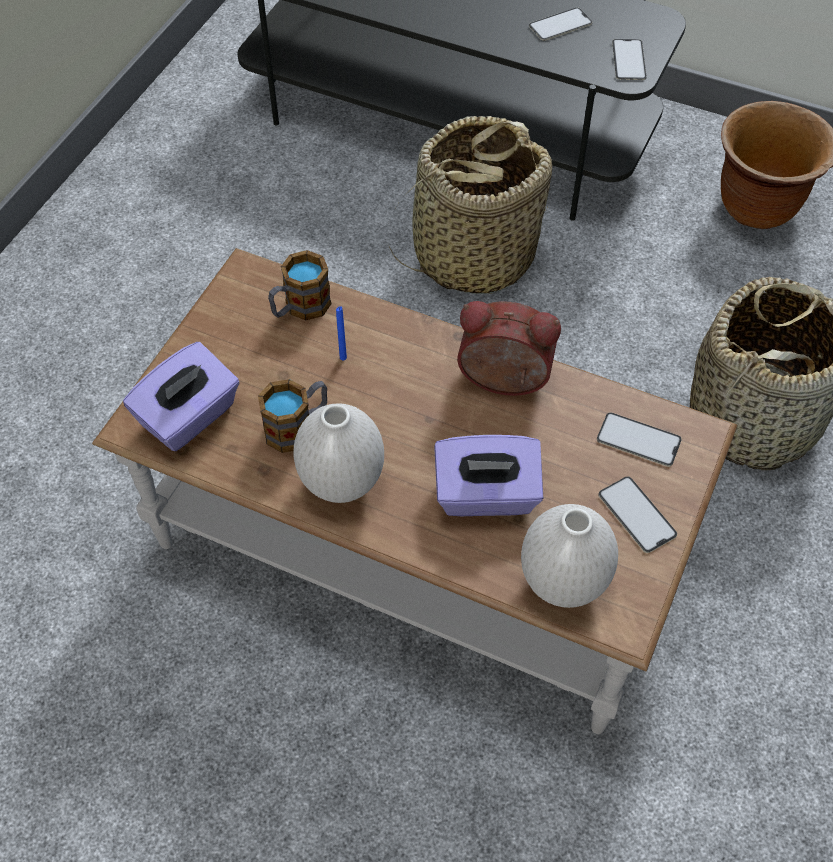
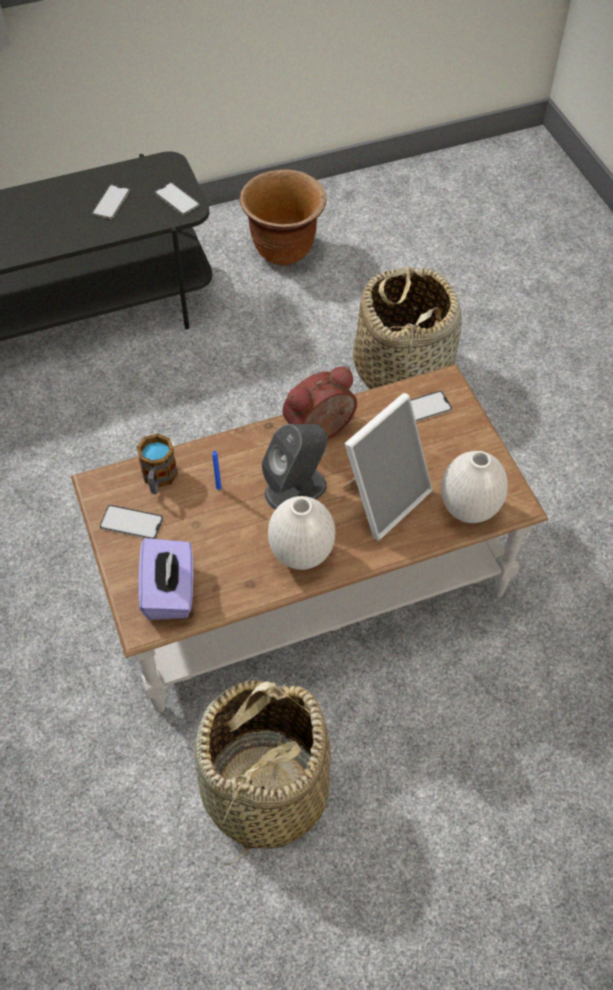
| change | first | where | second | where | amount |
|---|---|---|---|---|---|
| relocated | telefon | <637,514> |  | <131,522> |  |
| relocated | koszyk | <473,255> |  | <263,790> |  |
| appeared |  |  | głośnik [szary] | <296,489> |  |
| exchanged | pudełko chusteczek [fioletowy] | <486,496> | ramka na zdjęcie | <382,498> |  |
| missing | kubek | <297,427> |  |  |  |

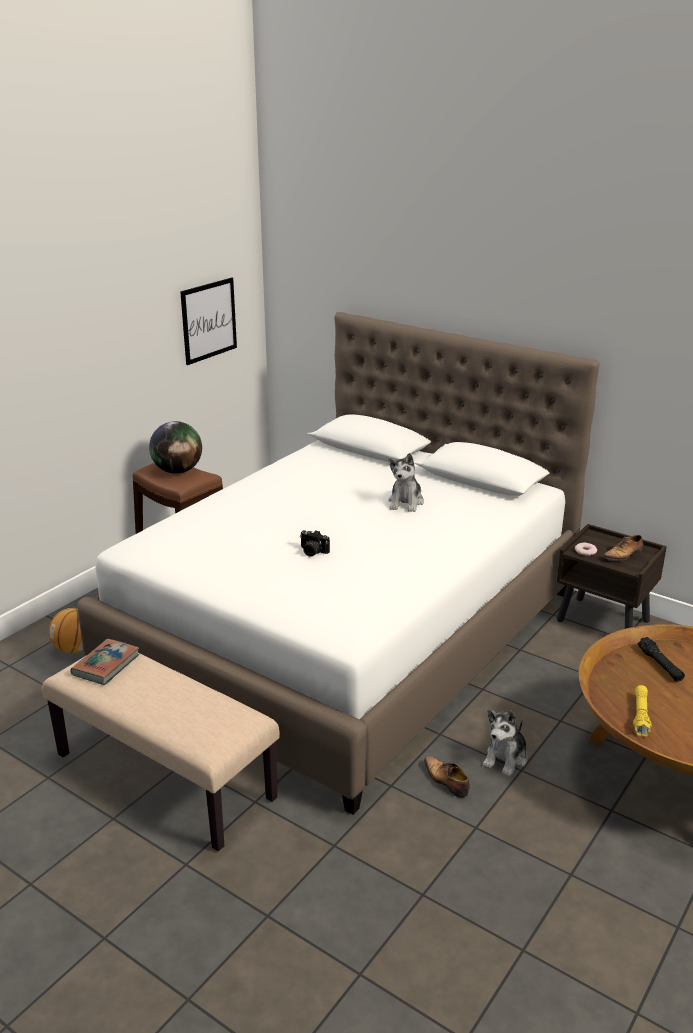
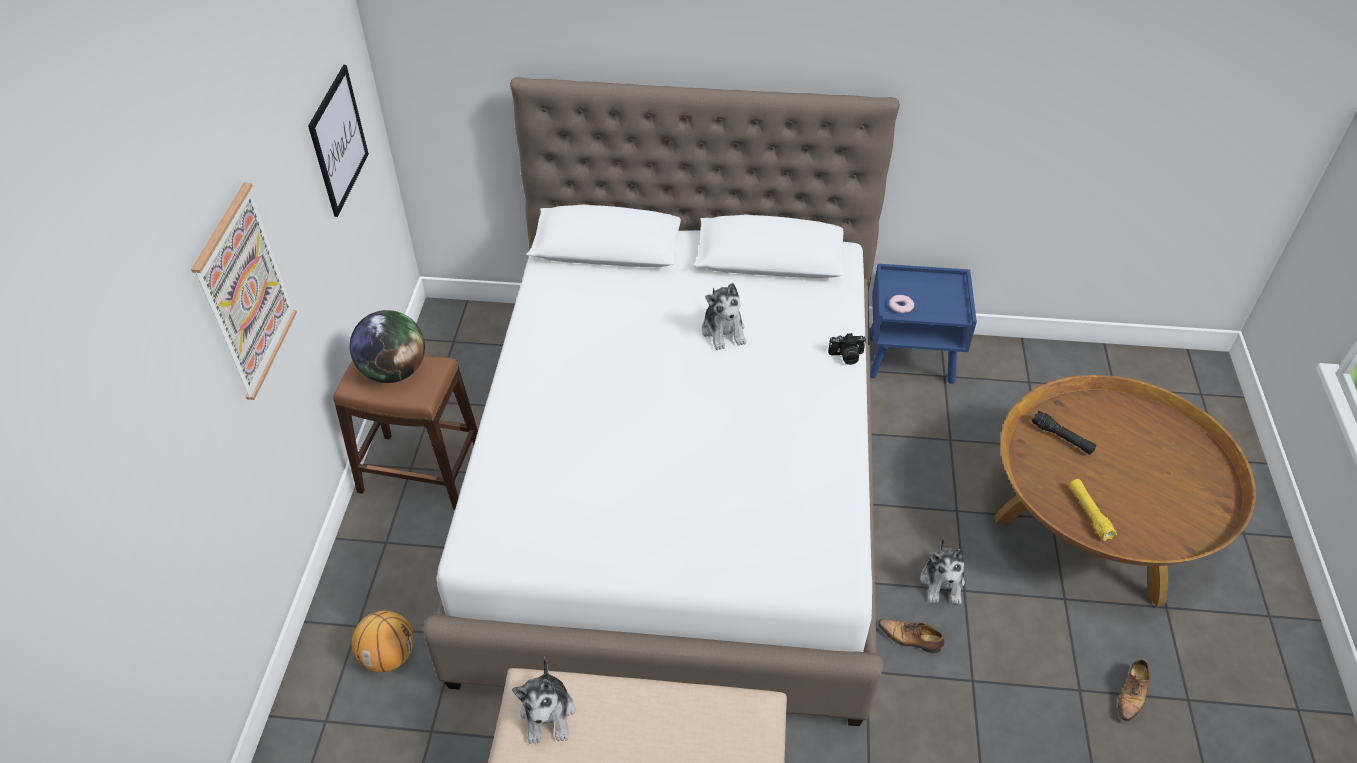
| change | first | where | second | where | amount |
|---|---|---|---|---|---|
| appeared |  |  | obraz | <245,292> |  |
| exchanged | książka | <106,665> | pluszak | <548,713> |  |
| relocated | aparat fotograficzny | <312,552> |  | <846,356> |  |
| colour | szafka nocna [brązowy] | <604,621> | szafka nocna [niebieski] | <911,359> |  |
| relocated | but | <623,555> |  | <1131,694> |  |

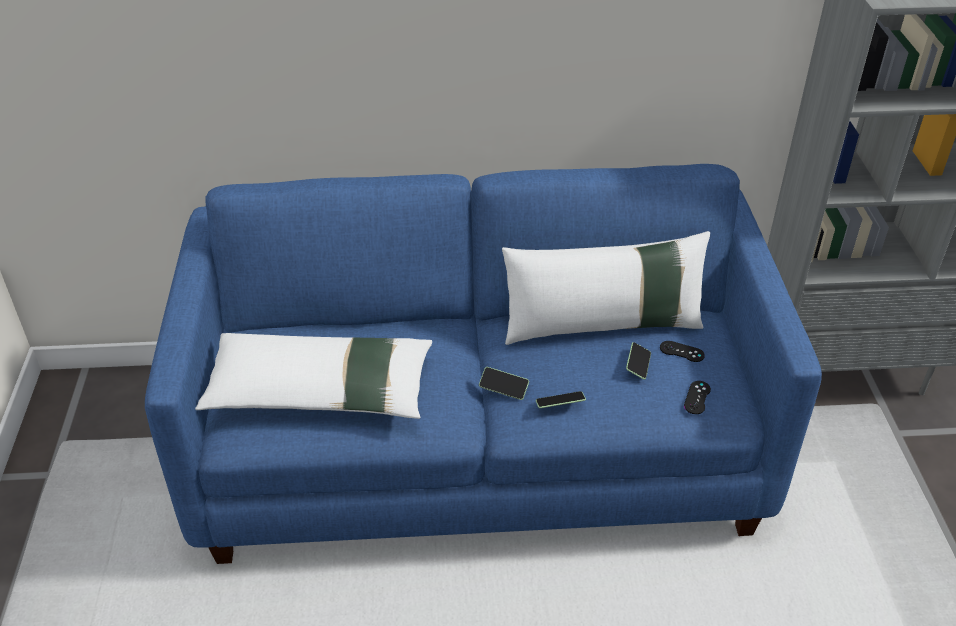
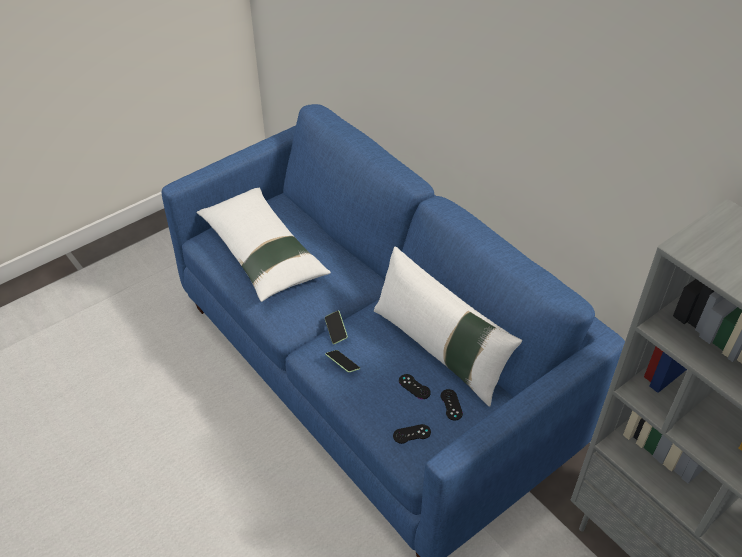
| change | first | where | second | where | amount |
|---|---|---|---|---|---|
| exchanged | telefon | <638,365> | pad do gier [czarny] | <414,386> |  |

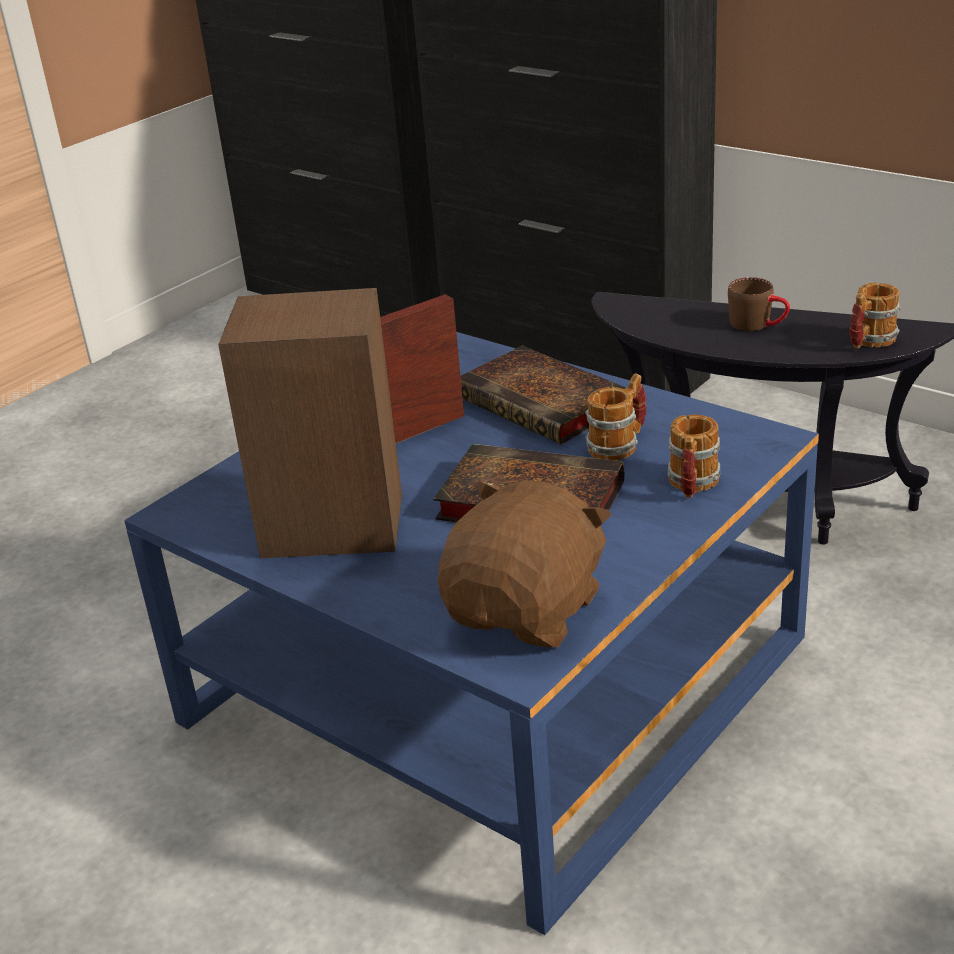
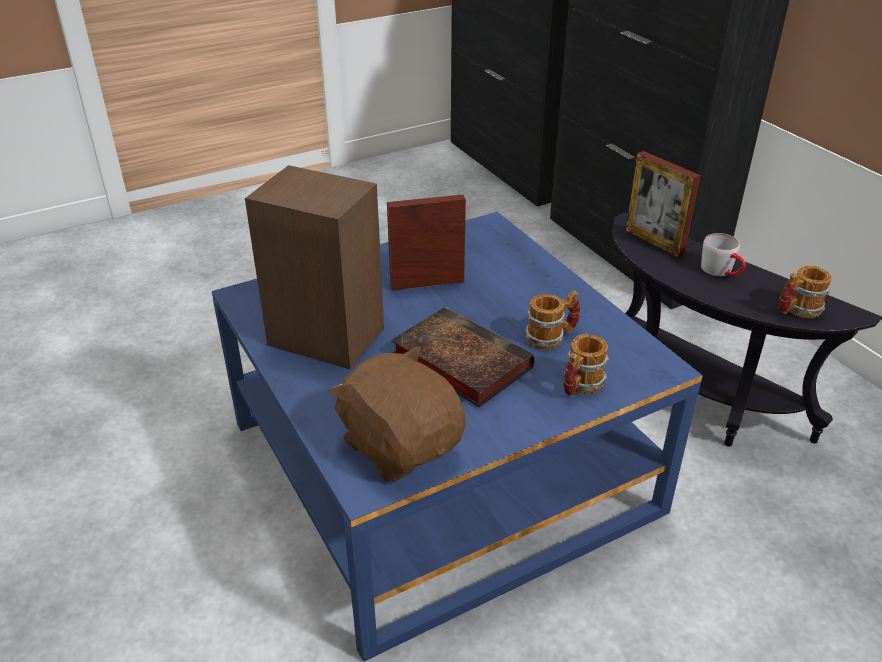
| change | first | where | second | where | amount |
|---|---|---|---|---|---|
| spun | pluszak [brązowy] | <528,610> |  | <401,445> | 90 degrees counterclockwise |
| appeared |  |  | ramka na zdjęcie | <654,242> |  |
| colour | kubek [brązowy] | <758,325> | kubek [szary] | <722,272> |  |
| missing | książka | <545,404> |  |  |  |

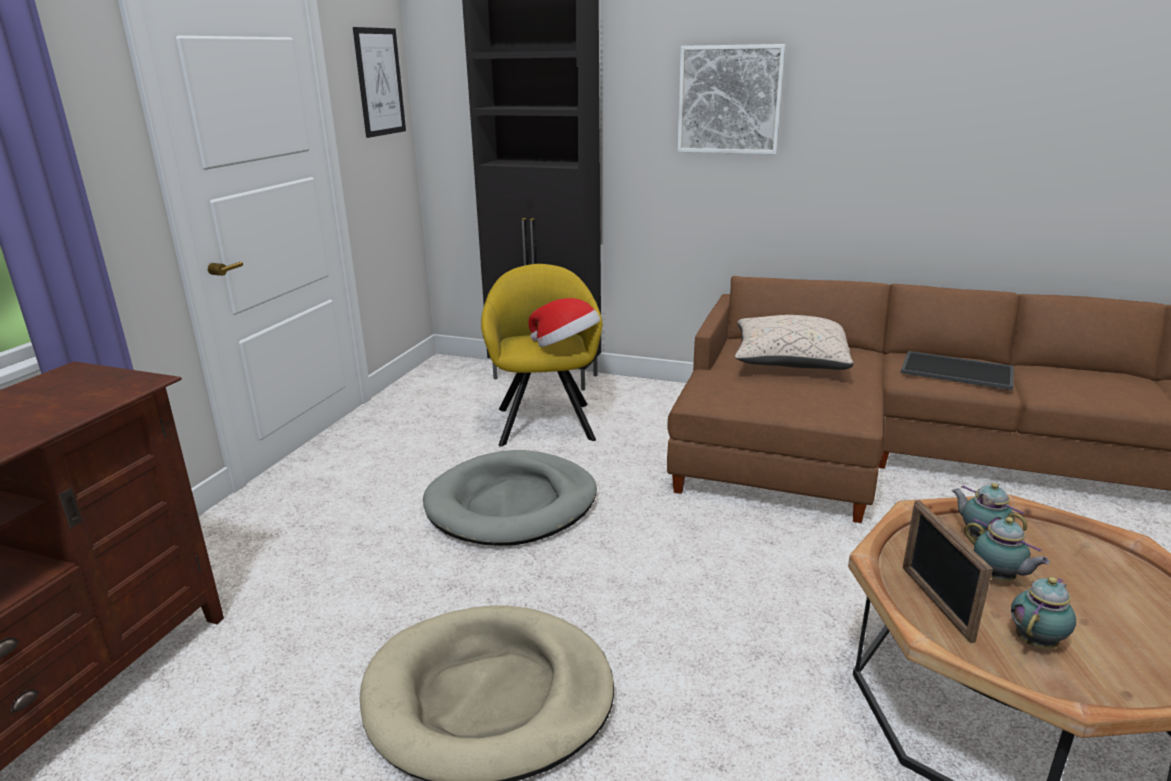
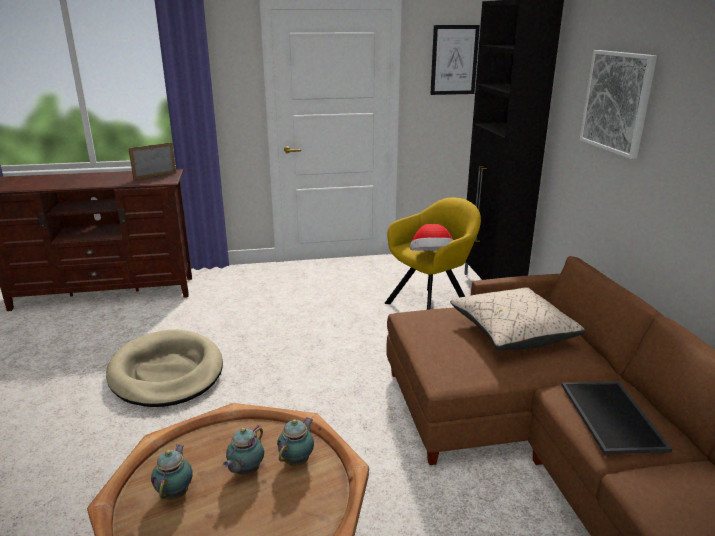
| change | first | where | second | where | amount |
|---|---|---|---|---|---|
| relocated | ramka na zdjęcie | <935,602> |  | <155,176> |  |
| spun | imbryk | <1037,641> |  | <176,492> | 105 degrees counterclockwise |
| missing | legowisko [szary] | <512,504> |  |  |  |

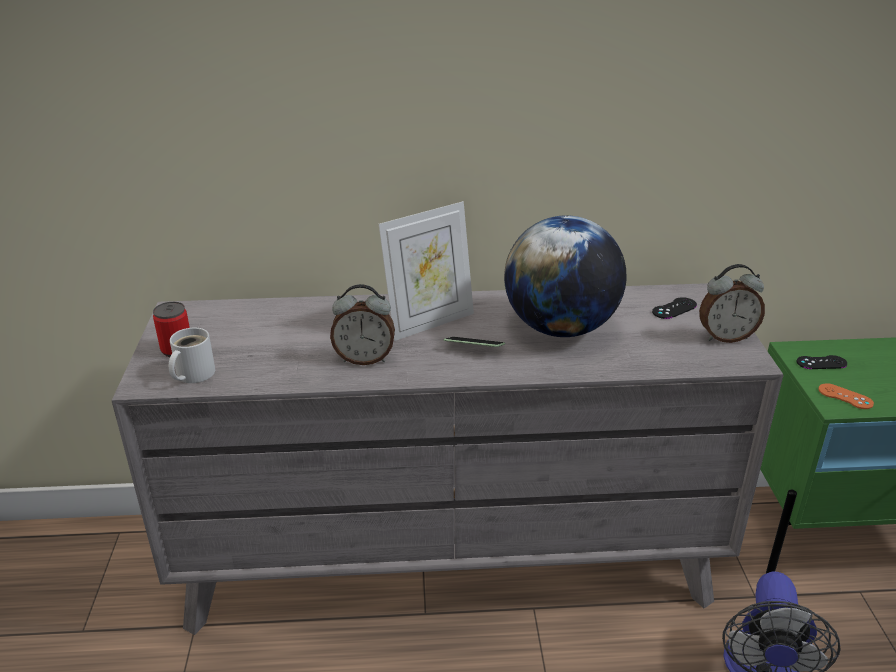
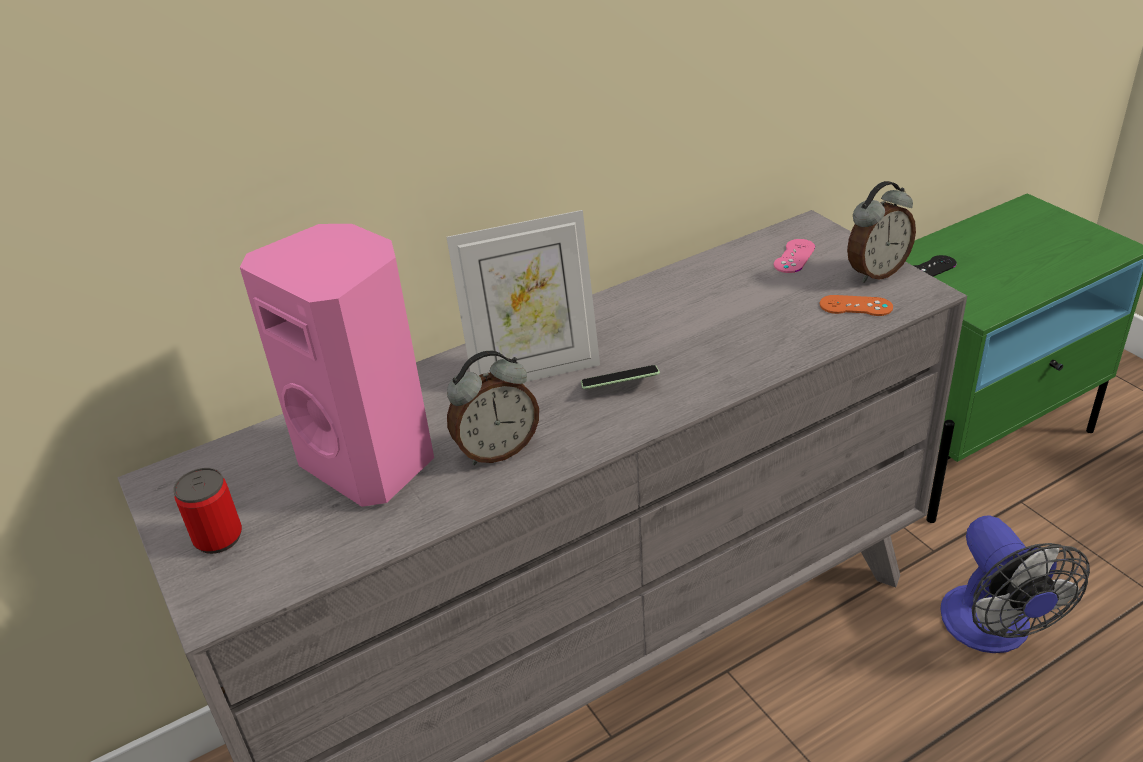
| change | first | where | second | where | amount |
|---|---|---|---|---|---|
| appeared |  |  | głośnik [różowy] | <373,461> |  |
| spun | ramka na zdjęcie | <429,322> |  | <534,371> | 45 degrees clockwise |
| colour | pad do gier [czarny] | <674,308> | pad do gier [różowy] | <794,256> |  |
| relocated | pad do gier [pomarańczowy] | <845,396> |  | <855,306> |  |
| missing | kubek [biały] | <192,374> |  |  |  |
| missing | globus | <561,328> |  |  |  |

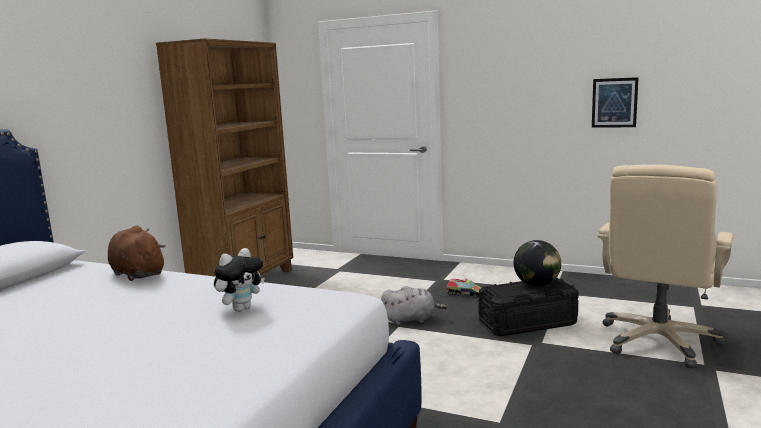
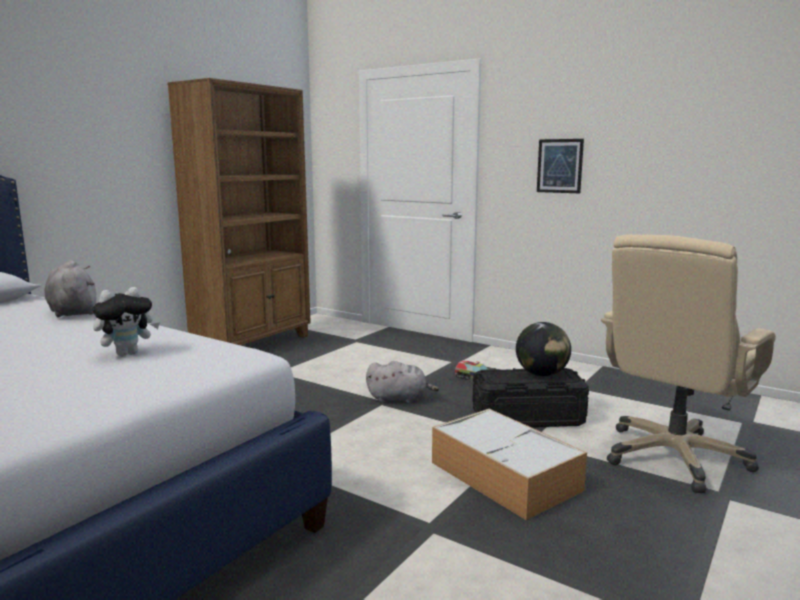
| change | first | where | second | where | amount |
|---|---|---|---|---|---|
| colour | pluszak [brązowy] | <137,274> | pluszak [szary] | <73,312> |  |
| appeared |  |  | pojemnik do przechowywania | <506,477> |  |
| relocated | obraz | <614,103> |  | <559,166> |  |

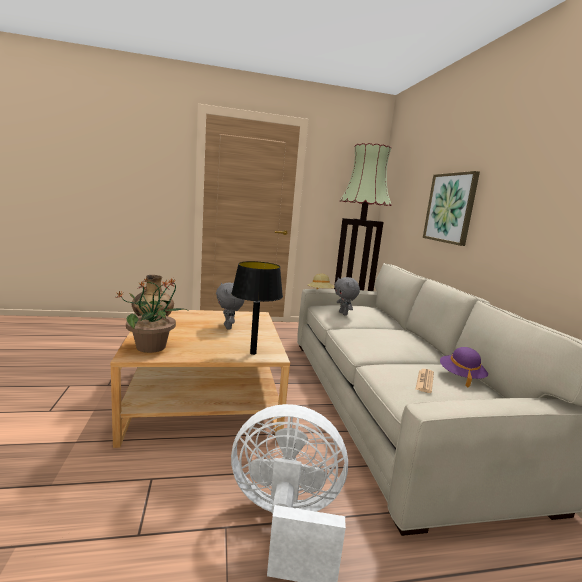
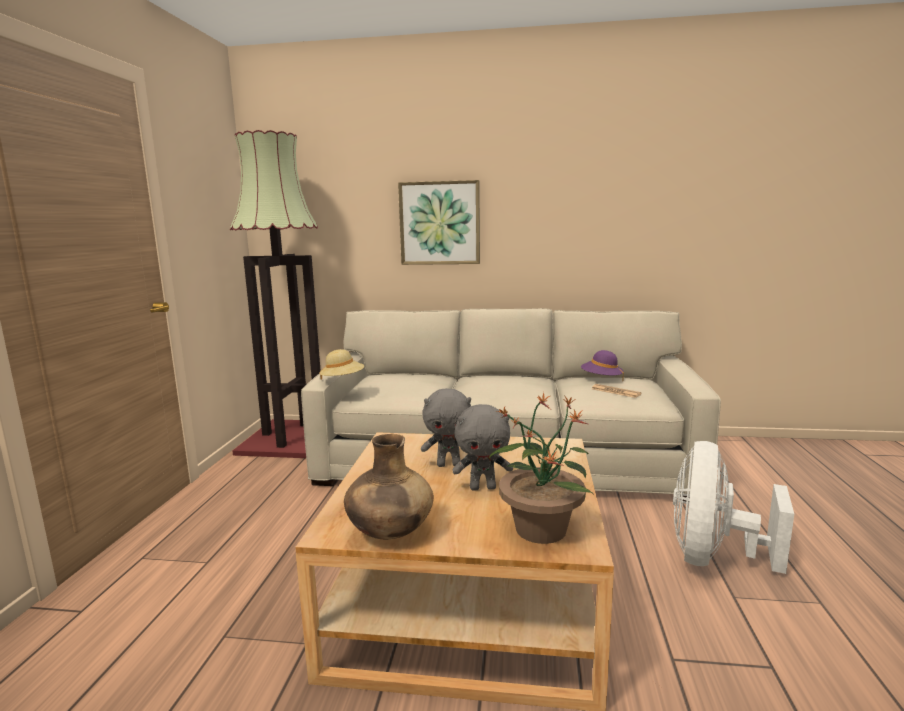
| change | first | where | second | where | amount |
|---|---|---|---|---|---|
| relocated | pluszak [szary] | <343,314> |  | <483,487> |  |
| missing | lampa stołowa [czarny] | <253,353> |  |  |  |

